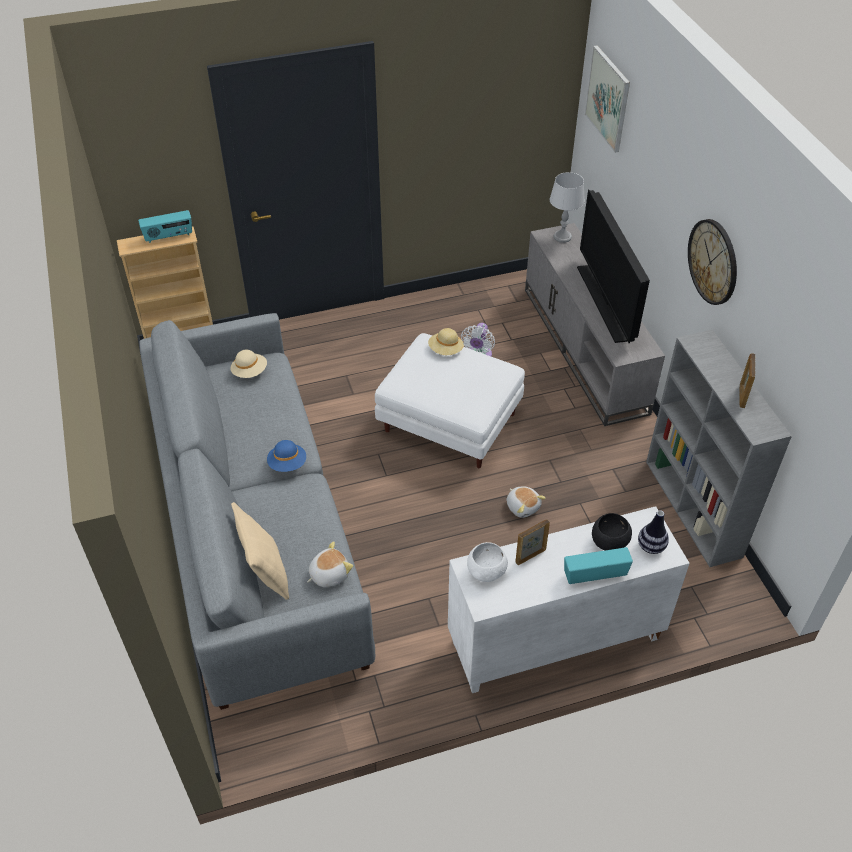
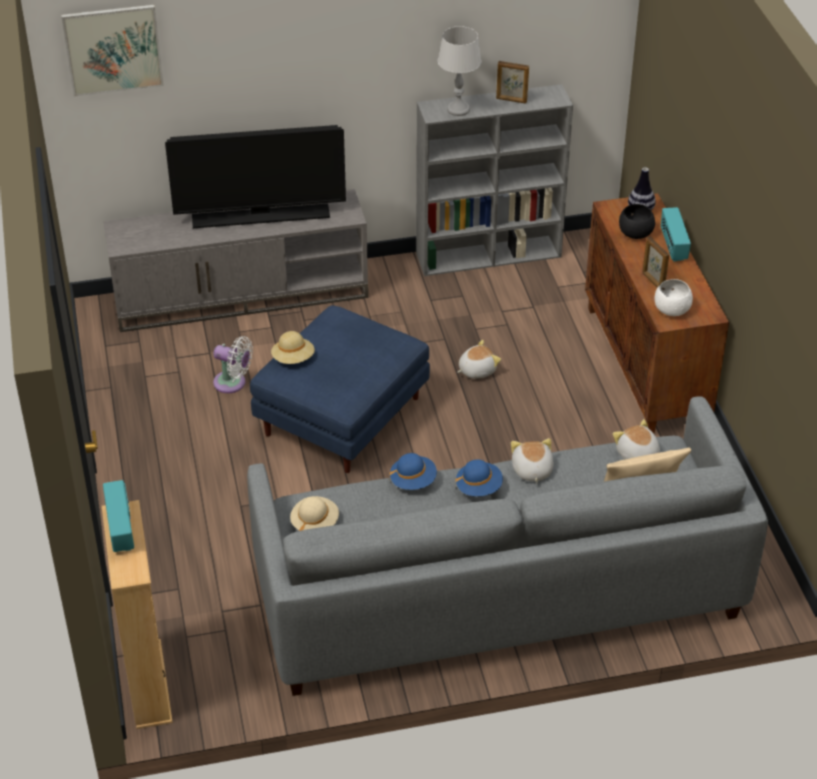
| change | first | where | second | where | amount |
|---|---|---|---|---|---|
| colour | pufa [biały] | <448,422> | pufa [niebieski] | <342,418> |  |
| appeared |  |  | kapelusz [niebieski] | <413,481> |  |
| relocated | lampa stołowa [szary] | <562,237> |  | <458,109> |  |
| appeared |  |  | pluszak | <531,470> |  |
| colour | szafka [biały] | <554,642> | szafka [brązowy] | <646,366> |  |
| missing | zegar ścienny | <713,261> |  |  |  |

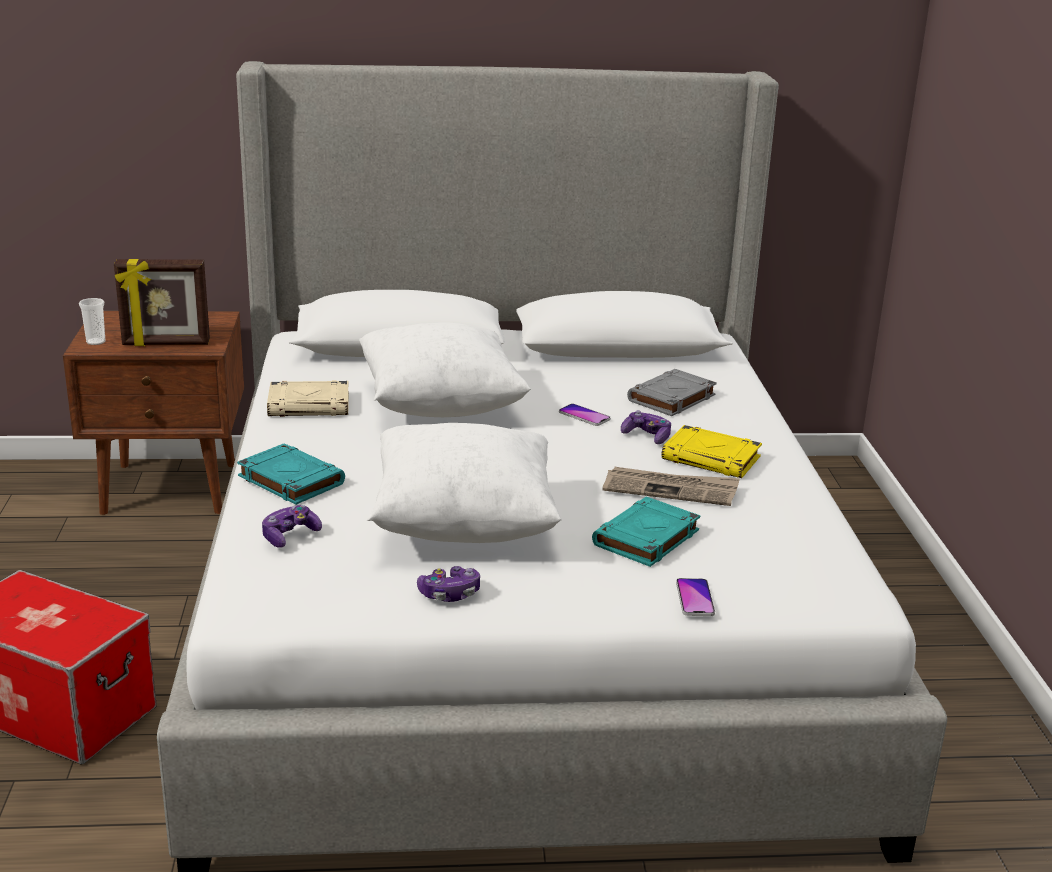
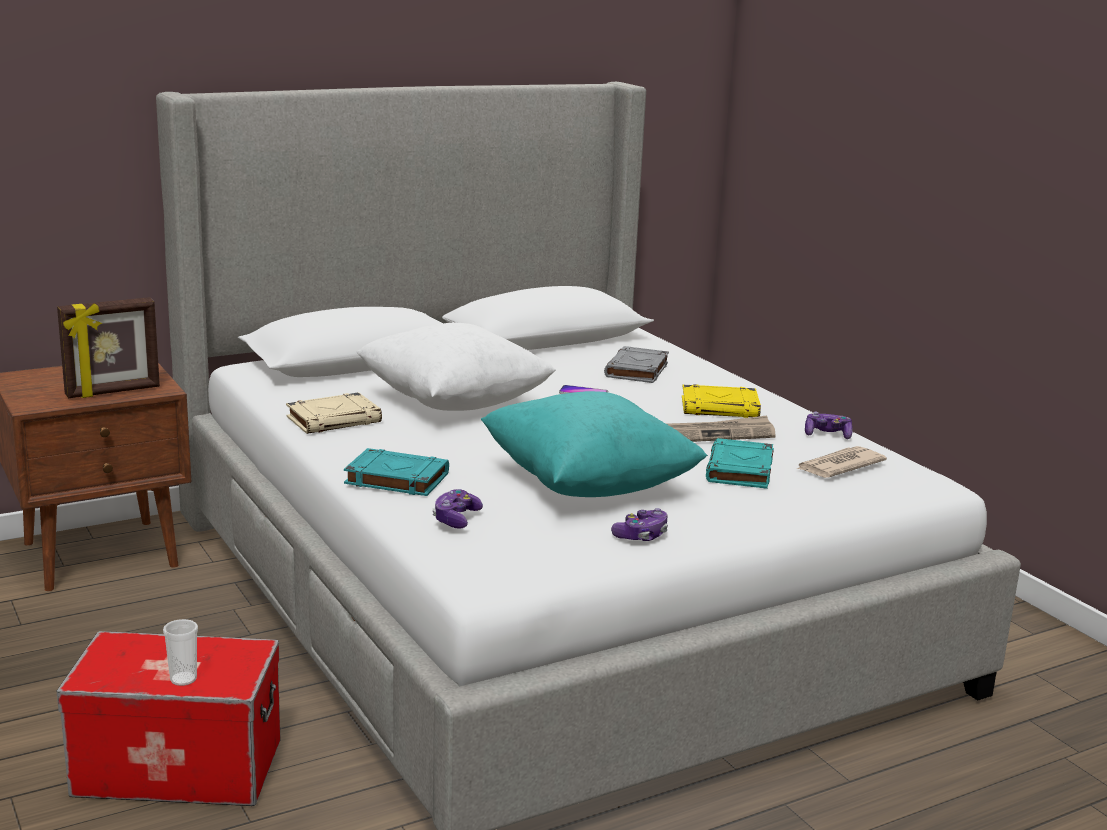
| change | first | where | second | where | amount |
|---|---|---|---|---|---|
| relocated | filiżanka | <96,342> |  | <183,679> |  |
| colour | poduszka [biały] | <463,524> | poduszka [turkusowy] | <588,485> |  |
| appeared |  |  | gazeta | <838,466> |  |
| relocated | pad do gier | <647,436> |  | <827,435> |  |
| missing | telefon | <695,598> |  |  |  |

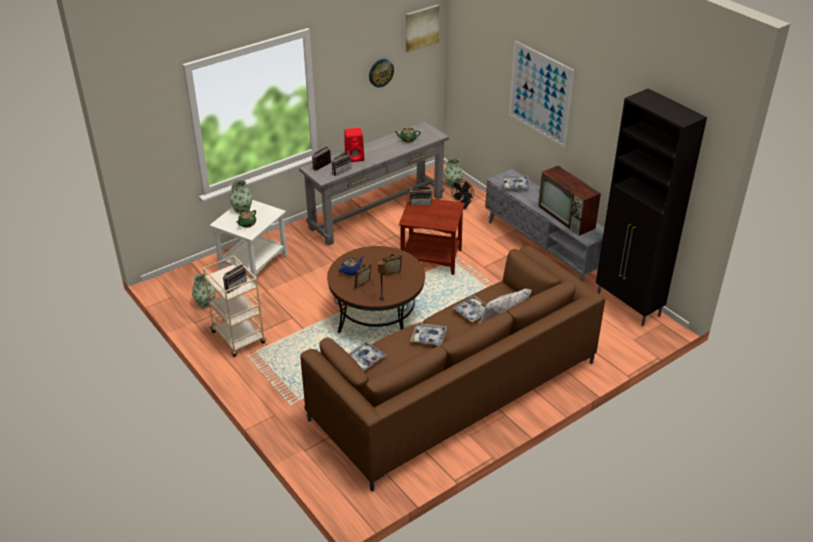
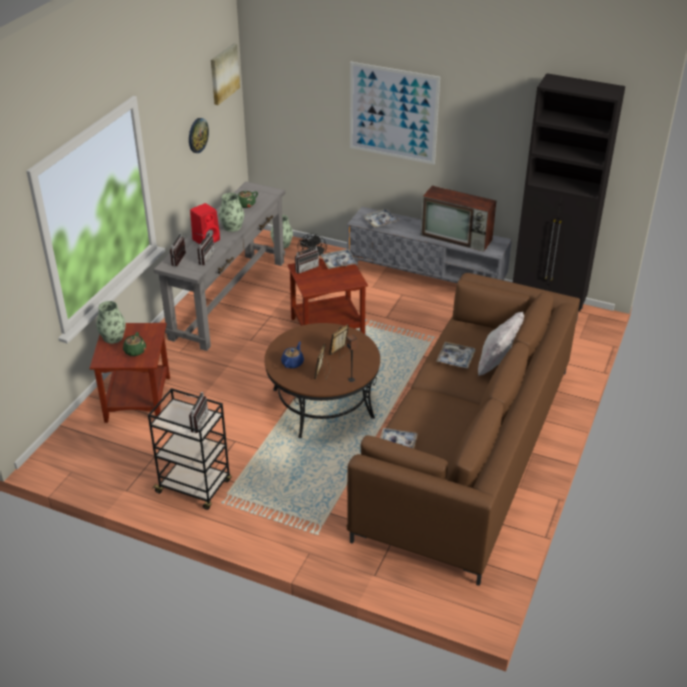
| change | first | where | second | where | amount |
|---|---|---|---|---|---|
| colour | stolik [biały] | <252,263> | stolik [brązowy] | <137,399> |  |
| colour | wózek [beżowy] | <239,338> | wózek [czarny] | <194,487> |  |
| relocated | wazon | <205,303> |  | <232,227> |  |
| relocated | taca | <429,337> |  | <338,262> |  |

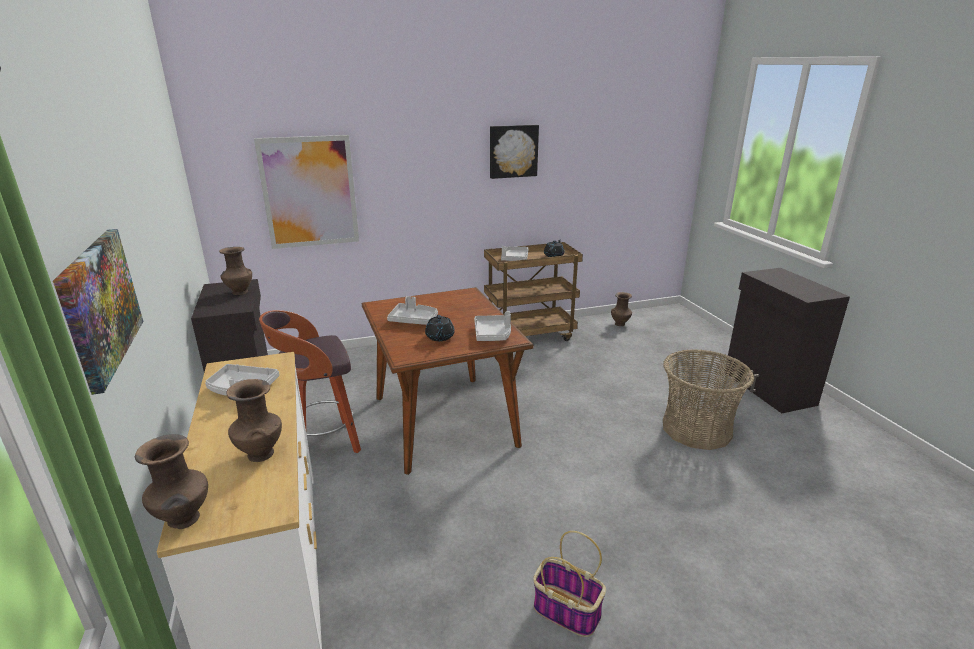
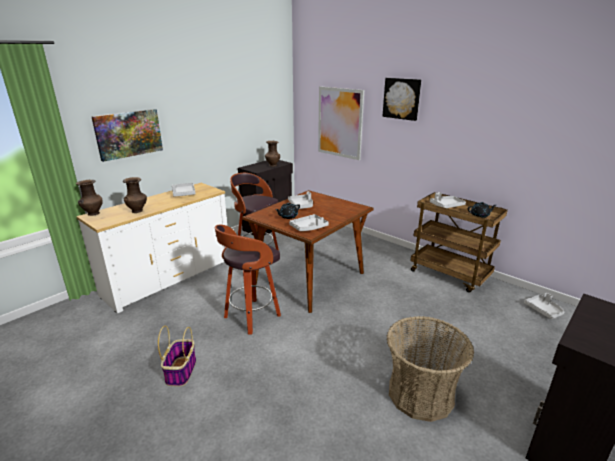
| change | first | where | second | where | amount |
|---|---|---|---|---|---|
| appeared |  |  | stołek | <251,317> |  |
| relocated | obraz | <513,151> |  | <402,98> |  |
| exchanged | wazon [brązowy] | <620,324> | taca [szary] | <543,310> |  |

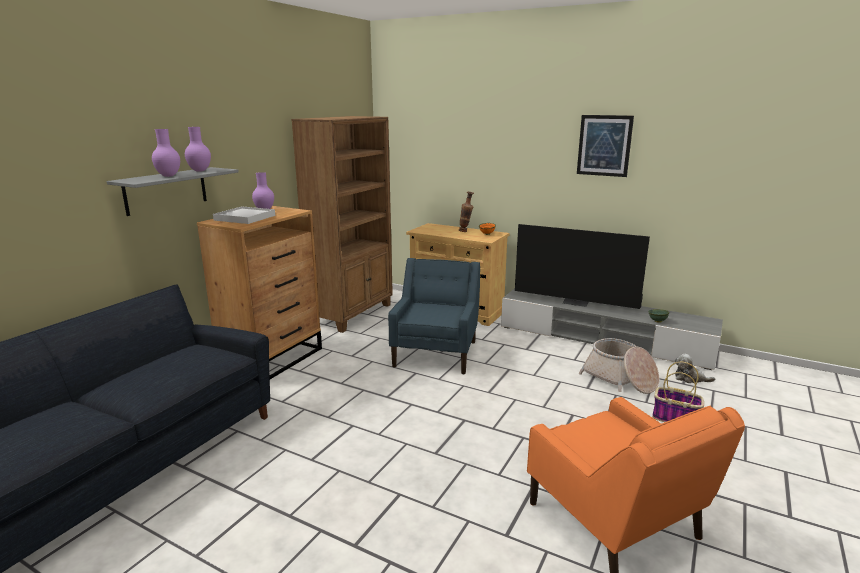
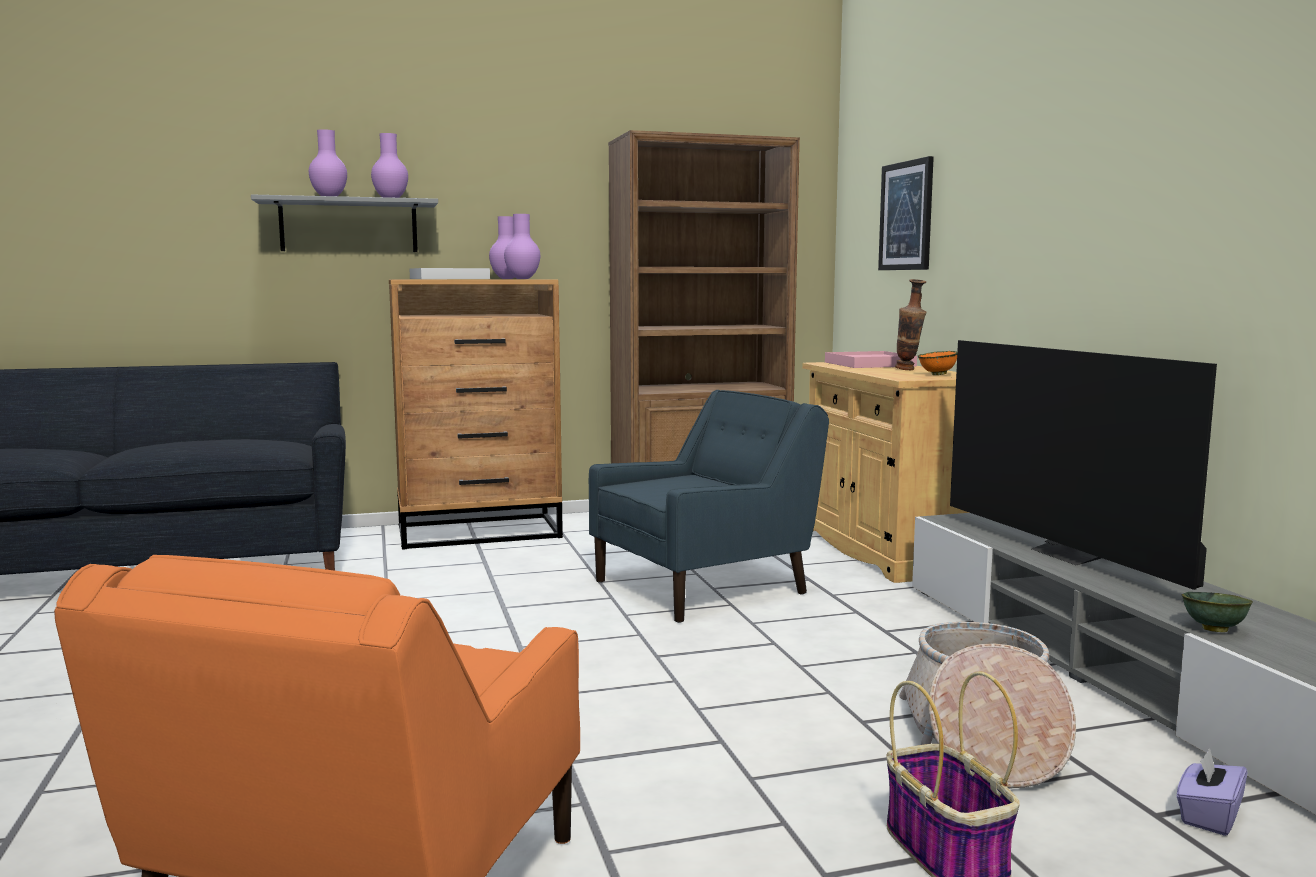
| change | first | where | second | where | amount |
|---|---|---|---|---|---|
| appeared |  |  | wazon [fioletowy] | <522,279> |  |
| appeared |  |  | taca [różowy] | <870,364> |  |
| relocated | obraz | <604,145> |  | <906,216> |  |
| exchanged | pluszak | <690,378> | pudełko chusteczek [fioletowy] | <1208,816> |  |

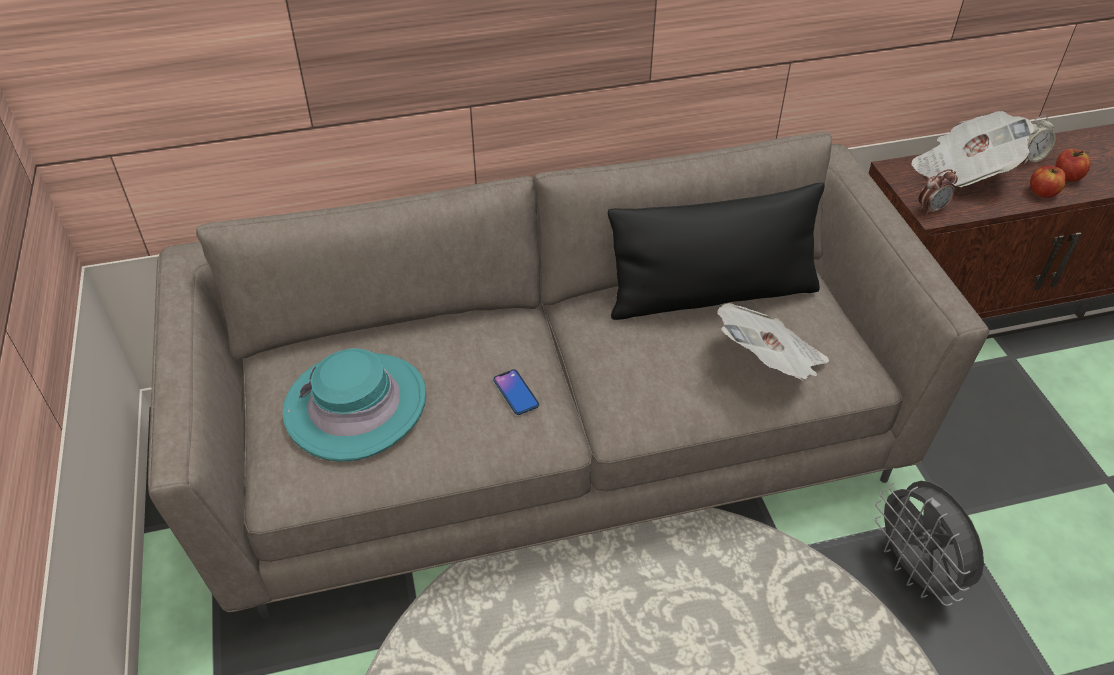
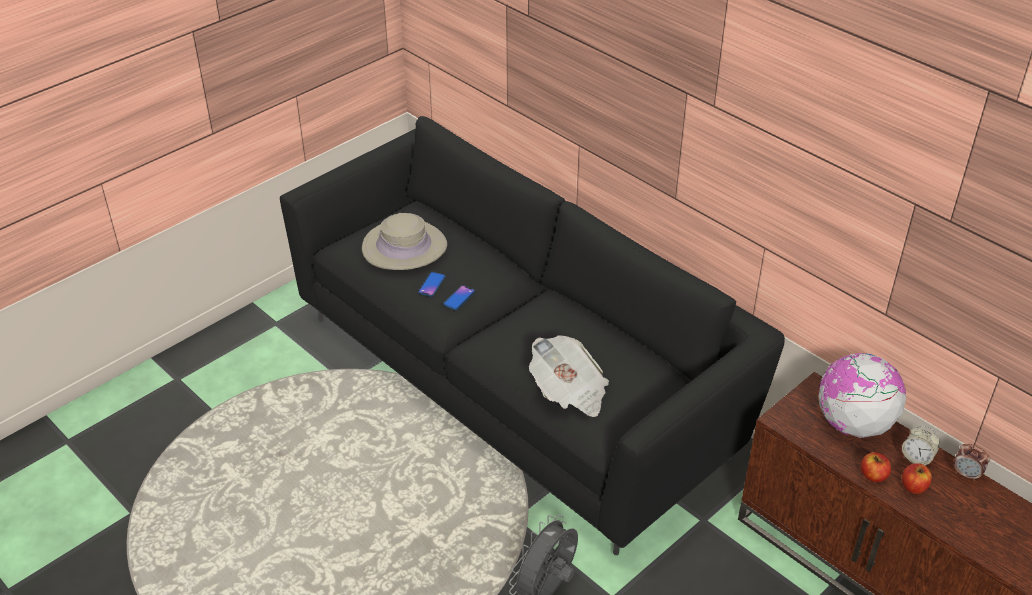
| change | first | where | second | where | amount |
|---|---|---|---|---|---|
| colour | kanapa [beżowy] | <557,443> | kanapa [czarny] | <517,380> |  |
| colour | kapelusz [turkusowy] | <356,406> | kapelusz [beżowy] | <404,247> |  |
| appeared |  |  | telefon | <431,285> |  |
| exchanged | gazeta | <963,172> | globus | <853,424> |  |
| relocated | budzik | <931,209> |  | <966,474> |  |
| missing | poduszka [czarny] | <712,295> |  |  |  |

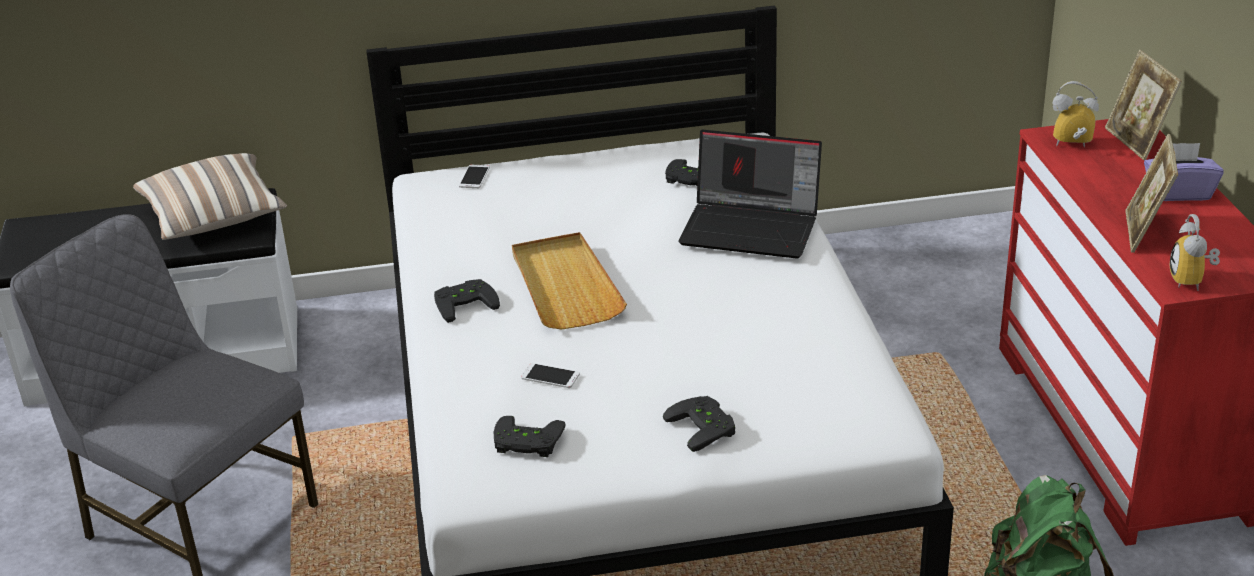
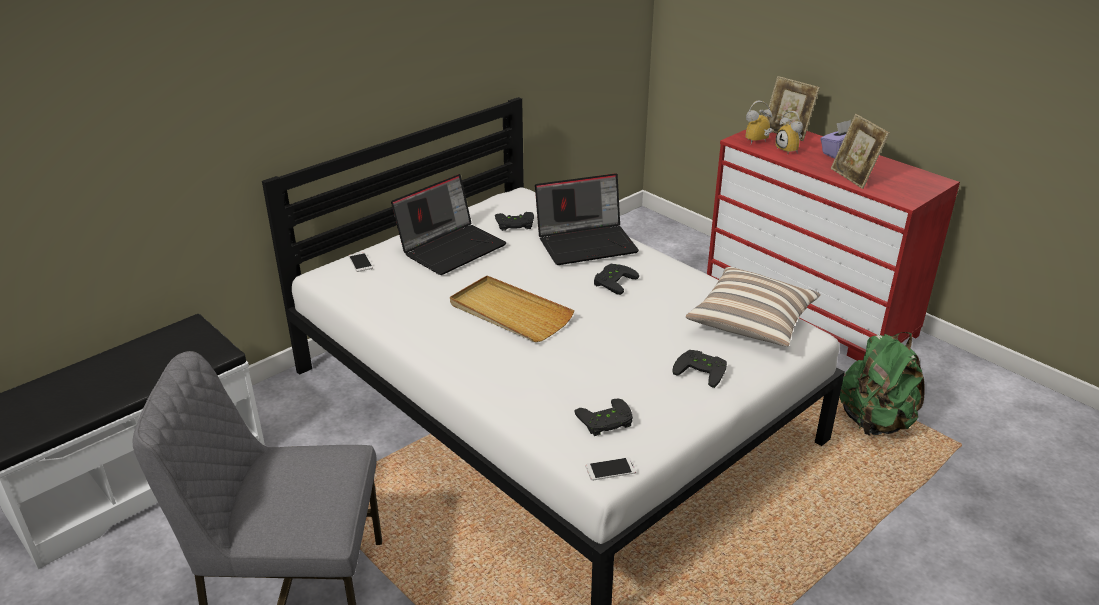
| change | first | where | second | where | amount |
|---|---|---|---|---|---|
| appeared |  |  | laptop | <452,247> |  |
| relocated | telefon | <550,376> |  | <610,469> |  |
| relocated | pad do gier [czarny] | <464,303> |  | <612,281> |  |
| relocated | poduszka | <214,218> |  | <751,323> |  |
| relocated | budzik | <1192,281> |  | <790,150> |  |

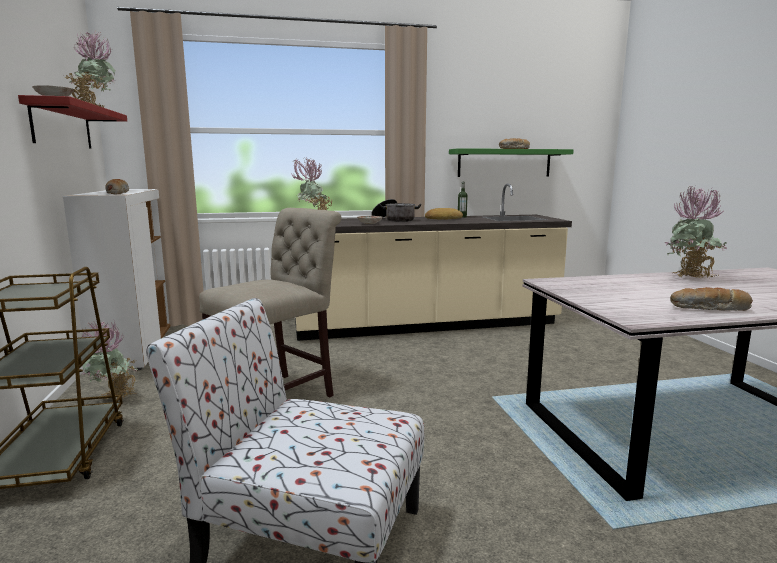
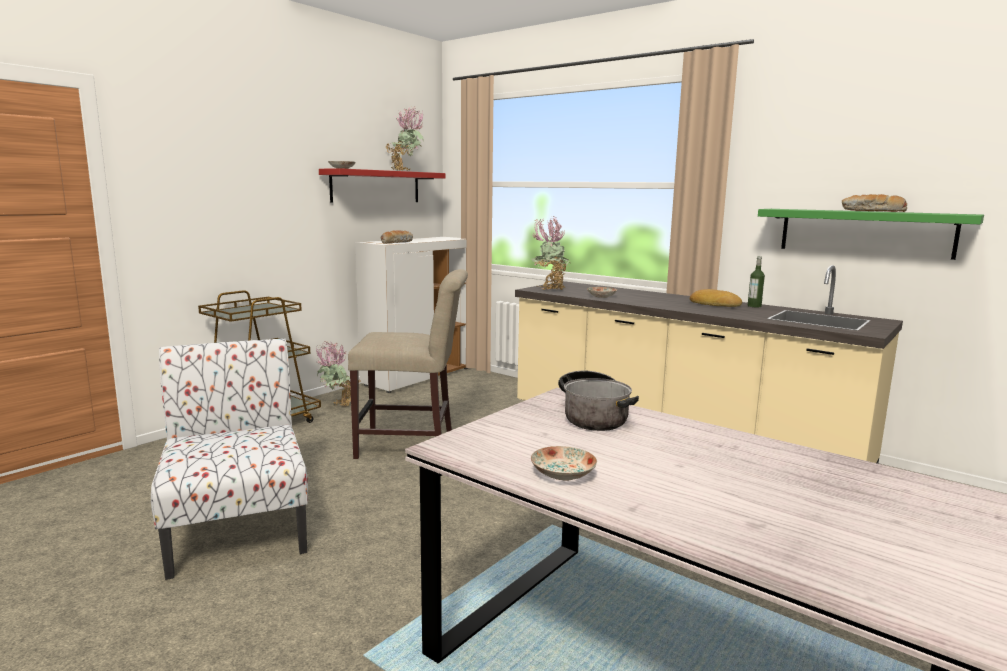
| change | first | where | second | where | amount |
|---|---|---|---|---|---|
| exchanged | chleb | <710,309> | talerz | <562,474> |  |
| relocated | garnek | <394,220> |  | <593,416> |  |
| missing | roślina doniczkowa | <691,279> |  |  |  |

